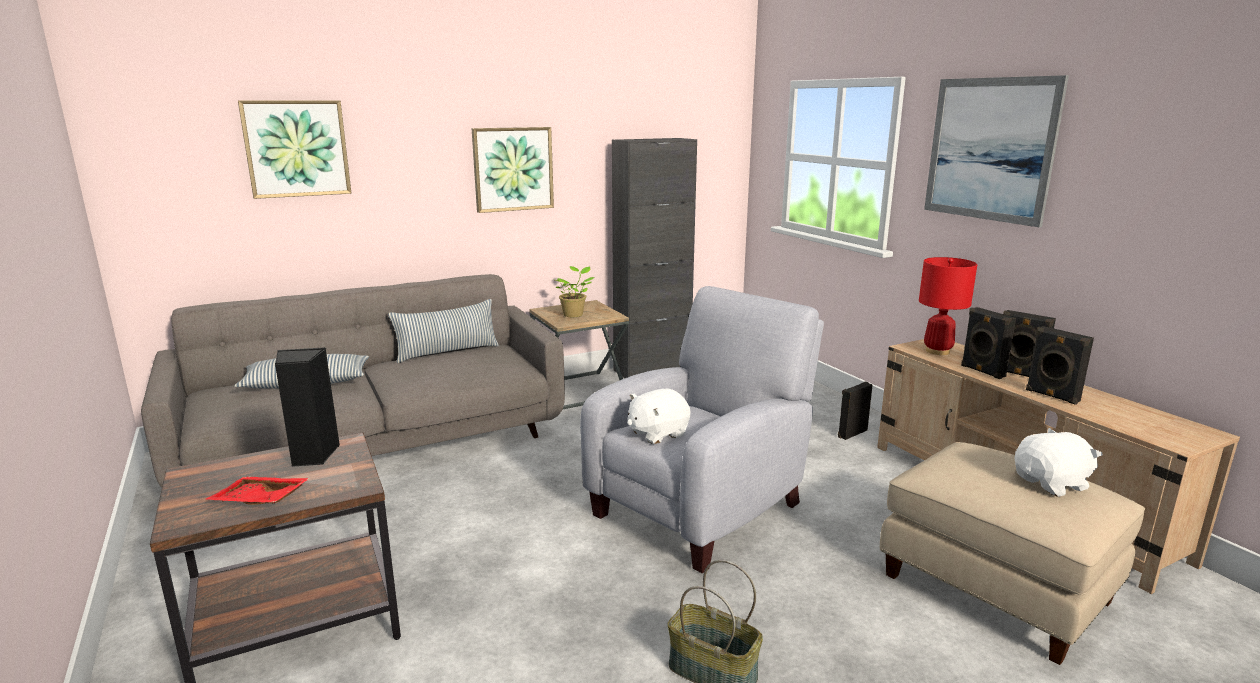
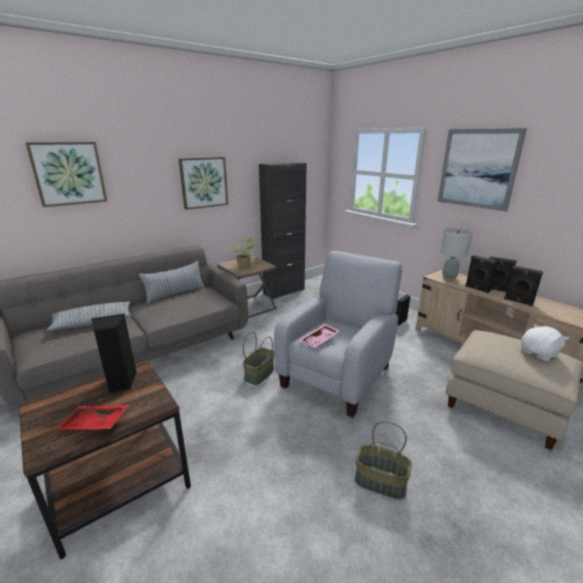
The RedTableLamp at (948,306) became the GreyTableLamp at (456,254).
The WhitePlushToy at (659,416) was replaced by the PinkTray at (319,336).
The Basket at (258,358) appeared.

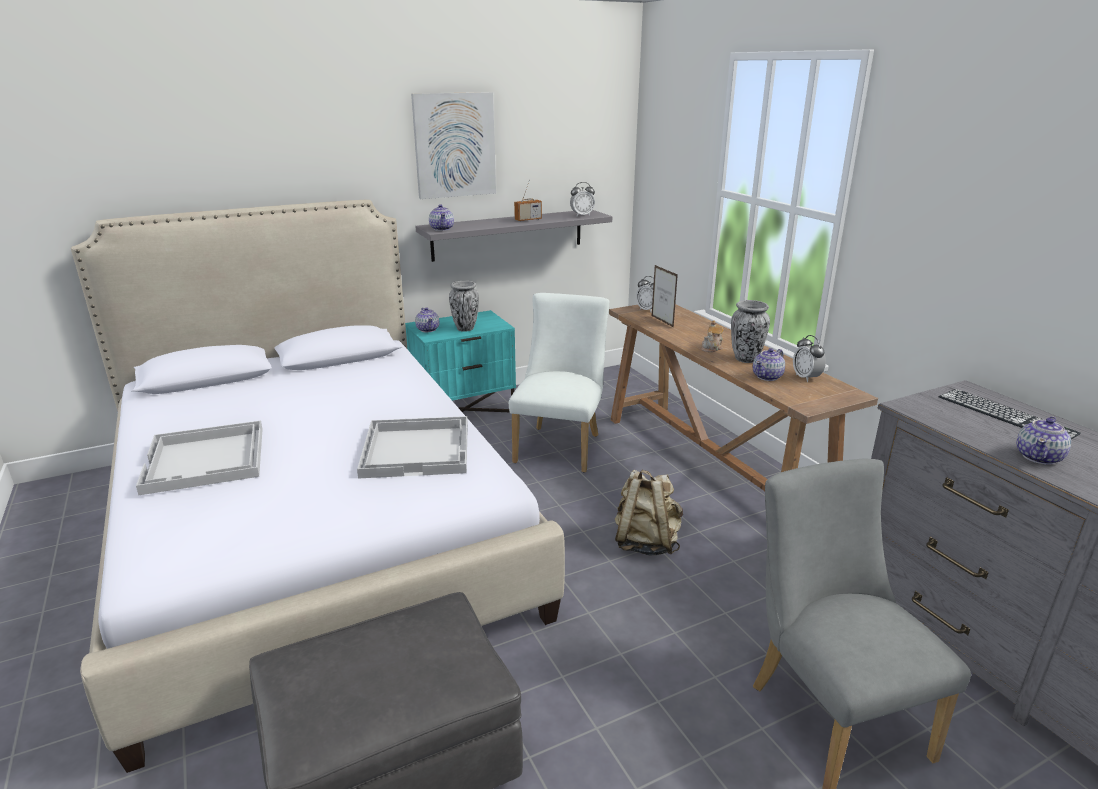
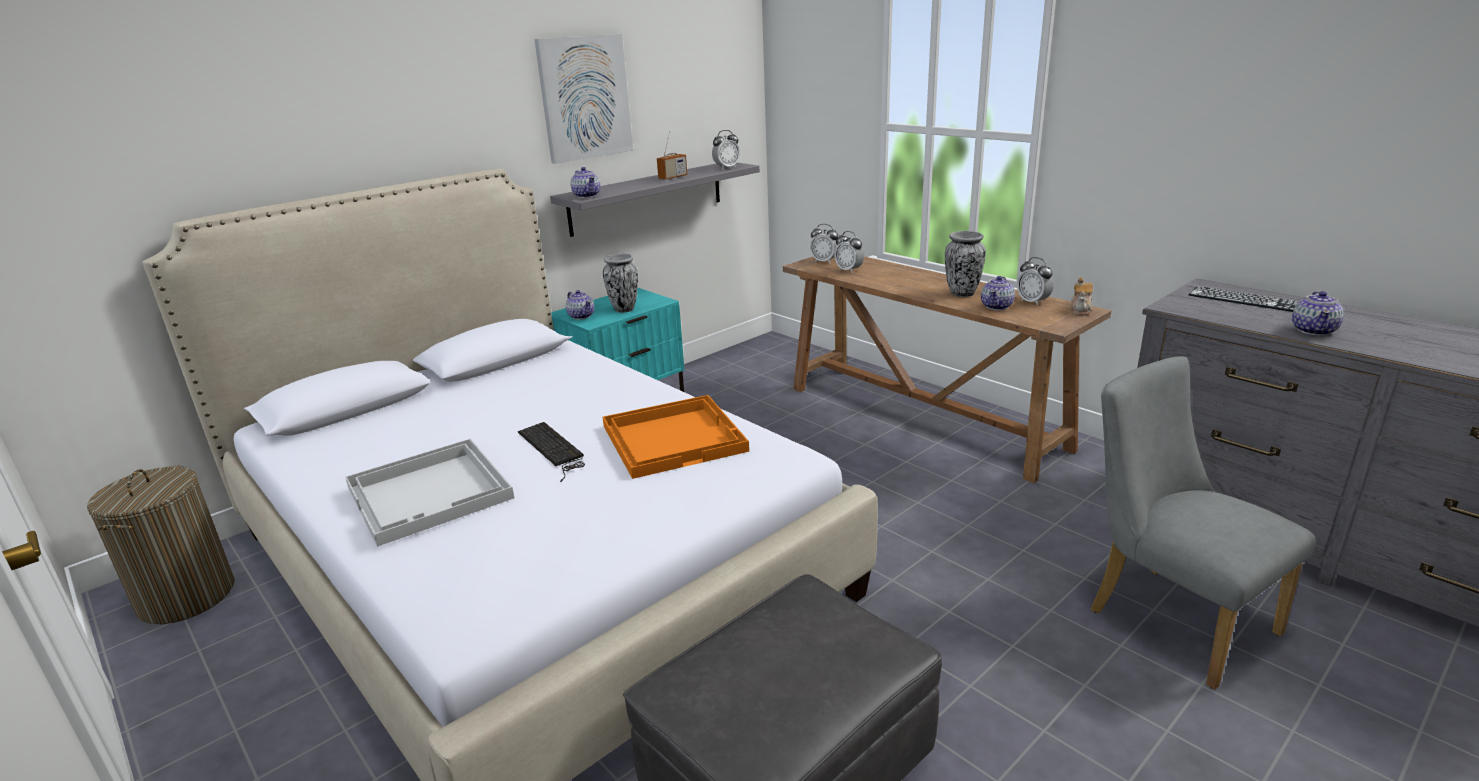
The PictureFrame at (665,296) was replaced by the AlarmClock at (849,252).
The WhiteChair at (559,383) disappeared.
The Teapot moved from (712,336) to (1082,296).
The WhiteTray at (412,447) became the OrangeTray at (676,437).
The BeigeBackpack at (649,512) disappeared.
The Keyboard at (551,452) appeared.
The LaundryBasket at (161,545) appeared.

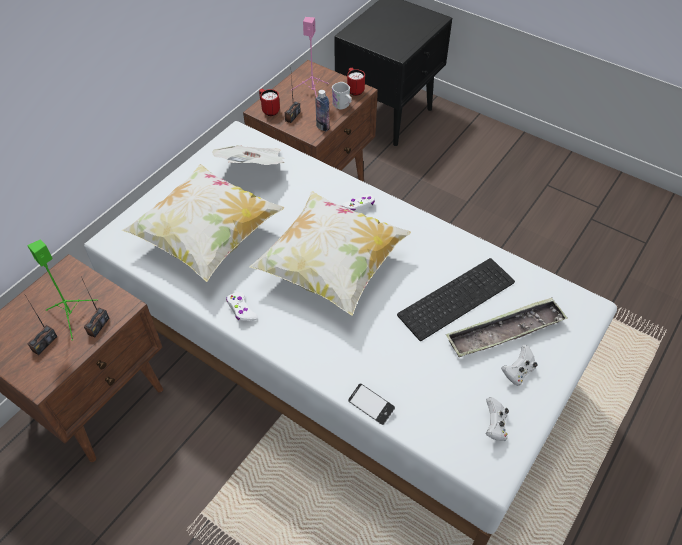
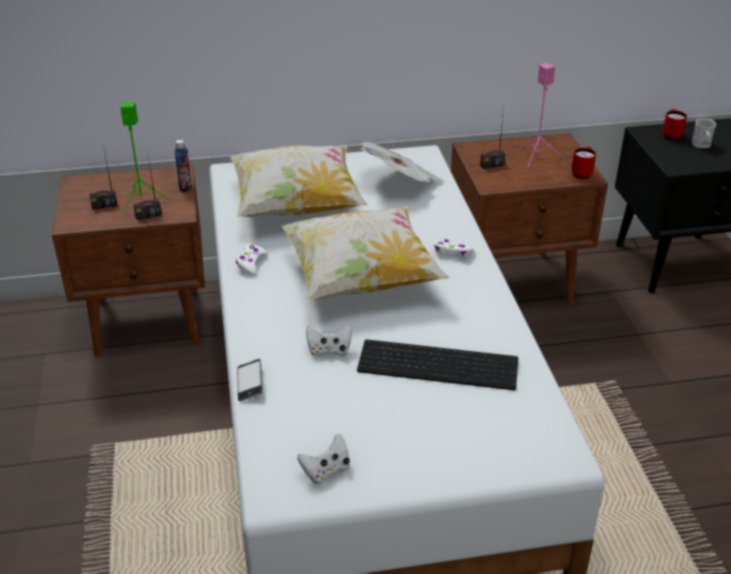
The WhiteMug moved from (342,96) to (704,133).
The RedMug moved from (269,102) to (675,124).
The Bottle moved from (322,110) to (183,166).
The Tray at (507,327) disappeared.
The WhiteGameController moved from (519,365) to (329,341).

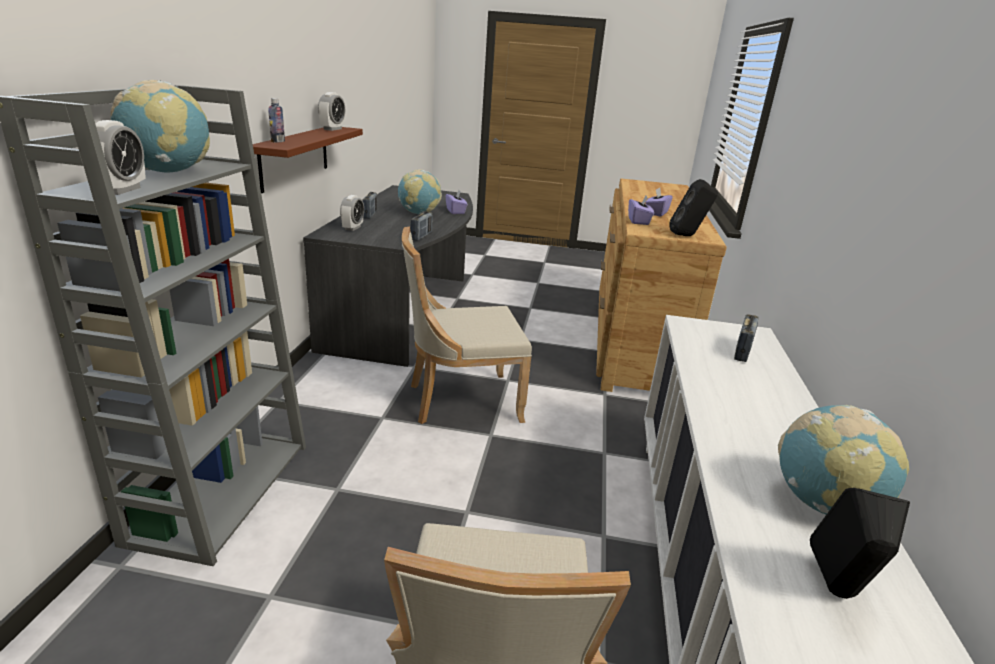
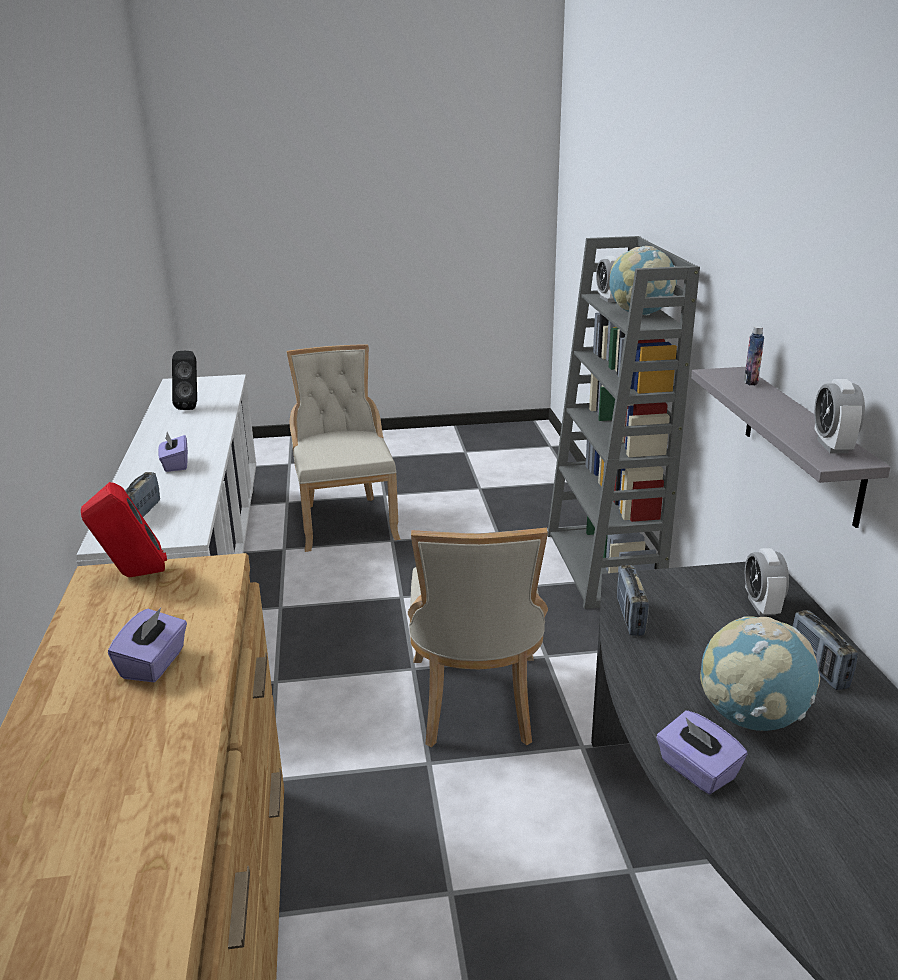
The BrownShelf at (308,160) became the GreyShelf at (791,447).
The BlackSpeaker at (693,207) became the RedSpeaker at (124,529).
The PurpleTissueBox moved from (641,210) to (173,452).
The BeigeChair at (467,325) turned 120 degrees clockwise.
The Globe at (843,460) disappeared.

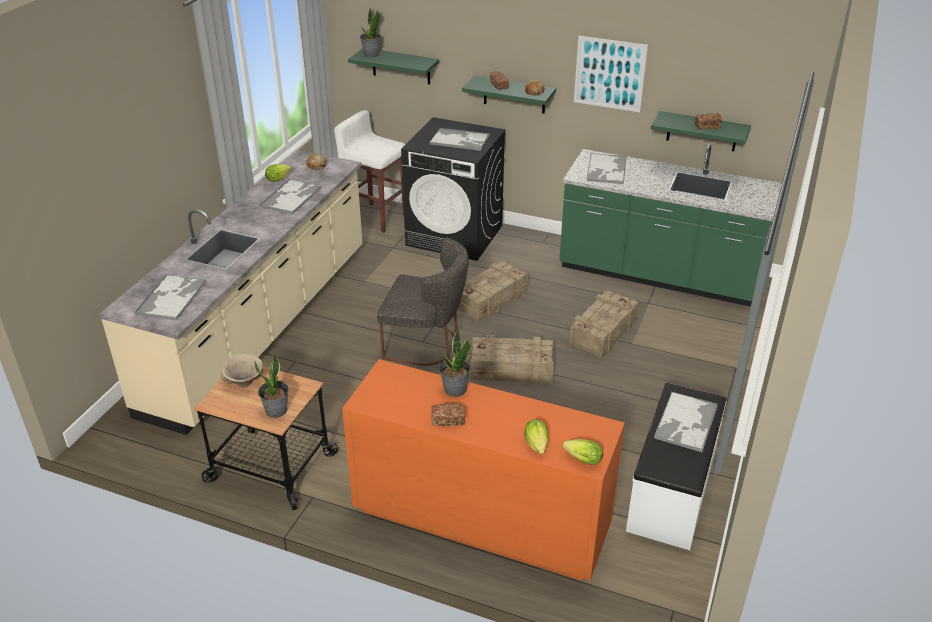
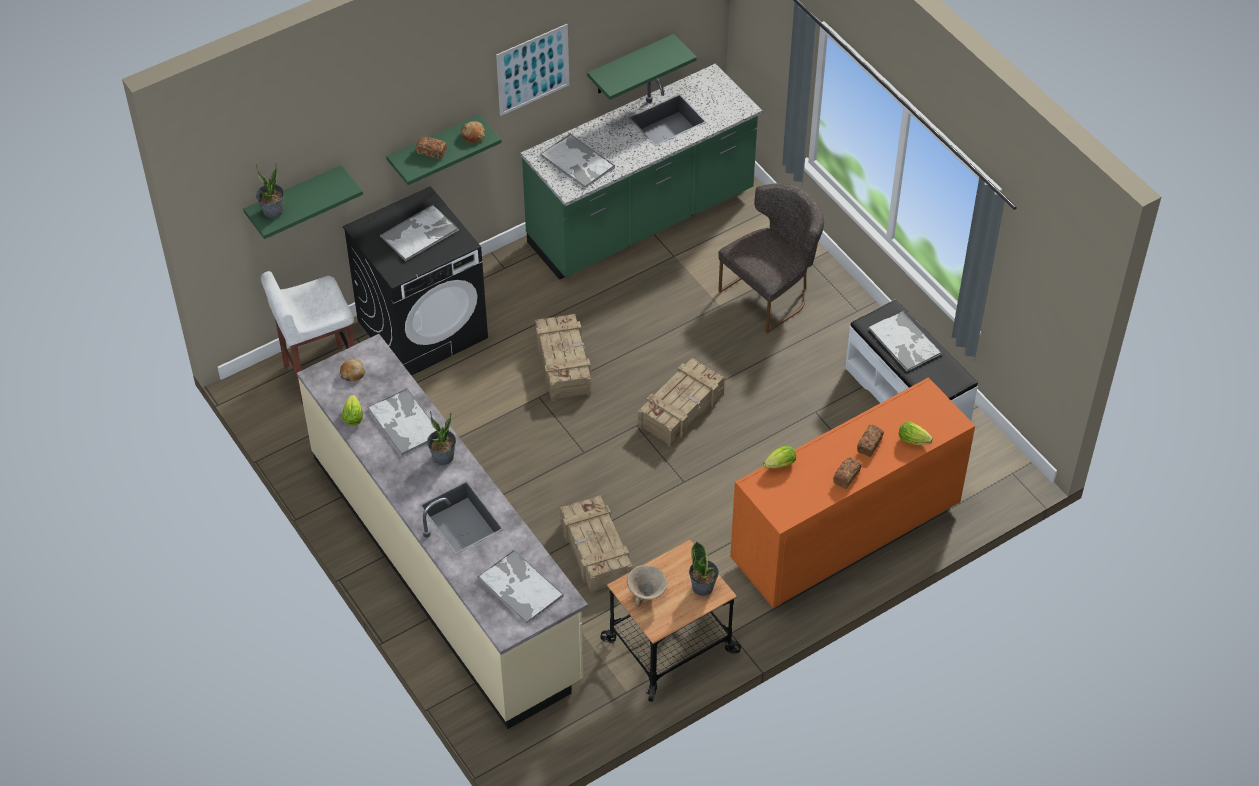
The Bread moved from (708,121) to (870,440).
The GreyChair moved from (422,302) to (771,258).
The Crate moved from (604,324) to (596,544).
The PottedPlant moved from (455,363) to (441,438).
The Lettuce moved from (582,452) to (779,457).

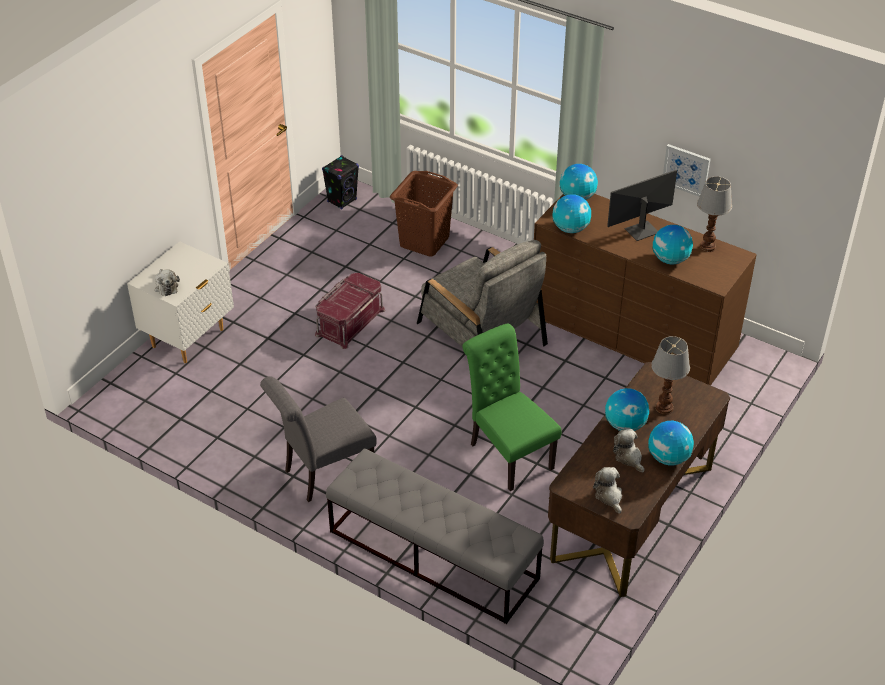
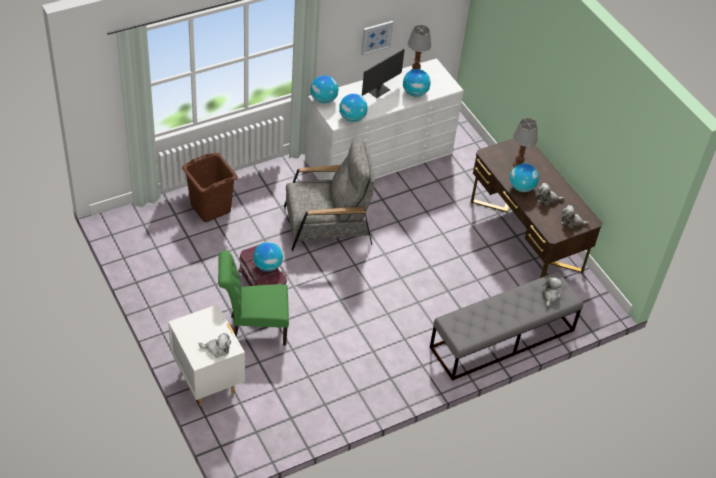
The BlackSpeaker at (340,182) disappeared.
The Monitor at (642,205) turned 135 degrees counterclockwise.
The BrownDresser at (645,290) became the WhiteDresser at (384,119).
The GreenChair moved from (511,407) to (253,298).
The GreyChair at (318,439) disappeared.
The Globe moved from (671,443) to (268,256).
The PlushToy at (552,292) appeared.

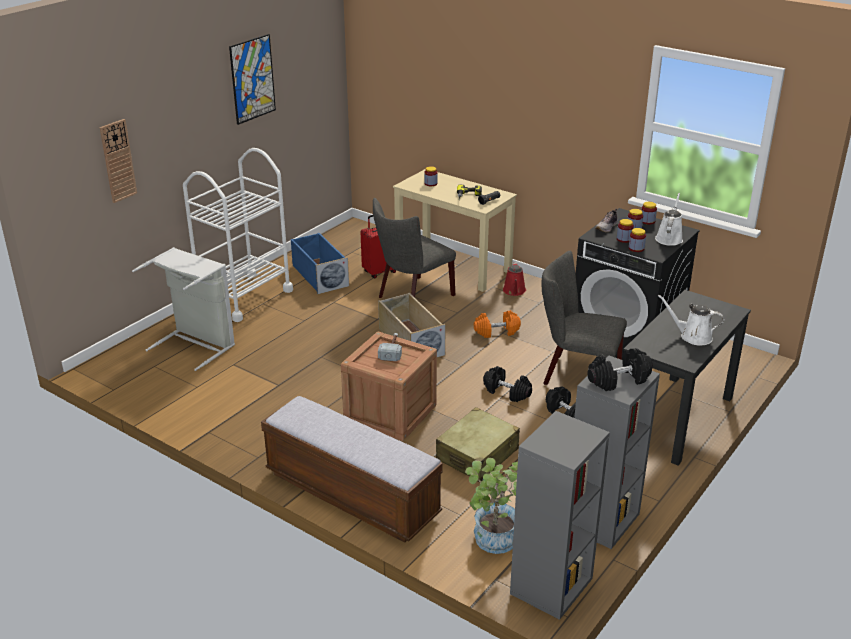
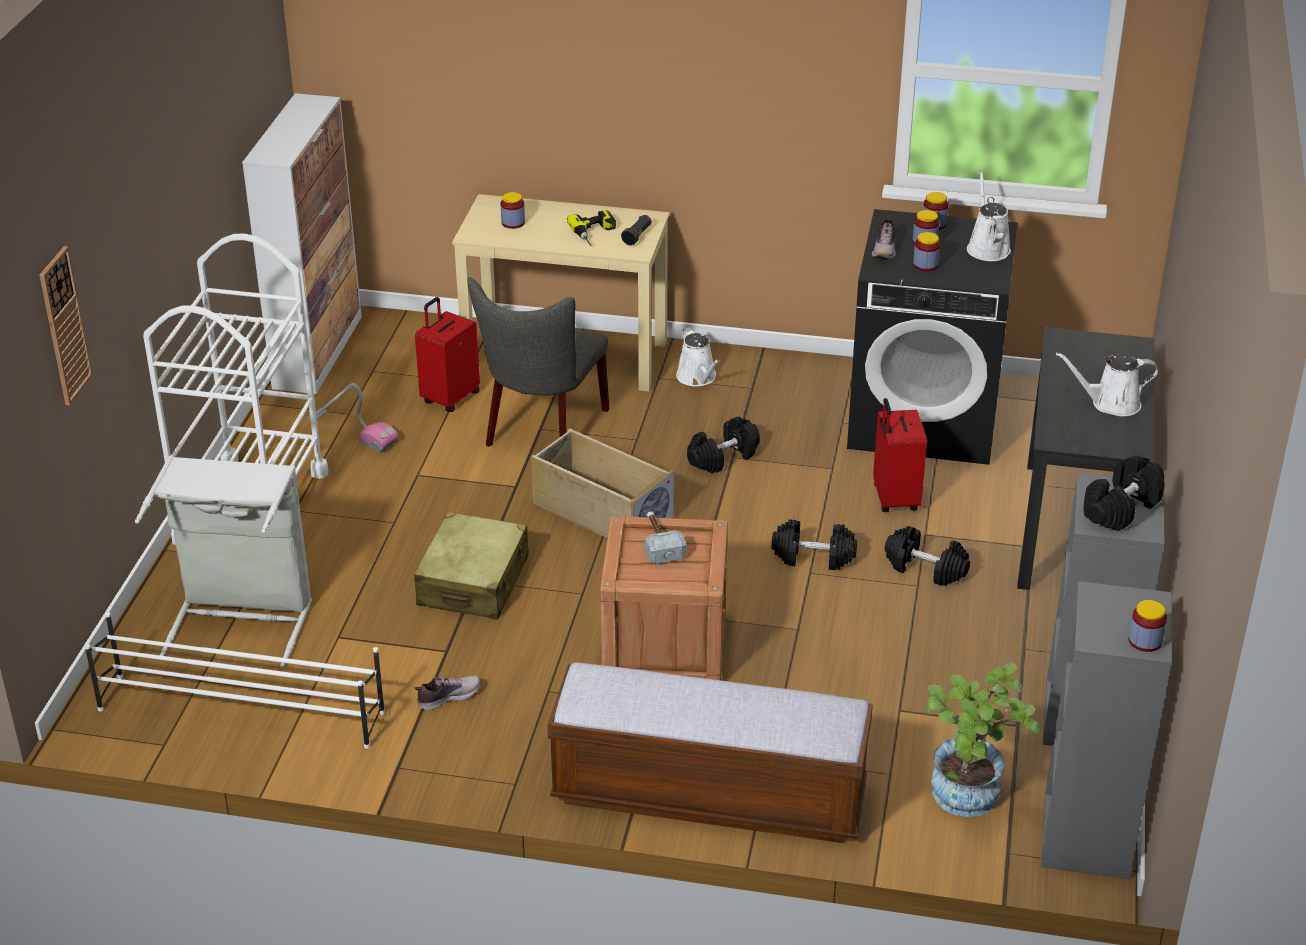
The Picture at (252,79) disappeared.
The Jar moved from (637,240) to (1147,626).
The BlueStorageBox at (320,263) was replaced by the VacuumCleaner at (352,417).
The GreyChair at (584,318) was replaced by the RedSuitcase at (900,455).
The RedWateringCan at (514,279) became the WhiteWateringCan at (698,356).
The OrangeDumbbell at (497,324) became the BlackDumbbell at (723,445).
The BeigeSuitcase moved from (478,444) to (471,566).
The Cabinet at (302,243) appeared.
The WhiteShoeRack at (235,680) appeared.
The Shoe at (447,693) appeared.

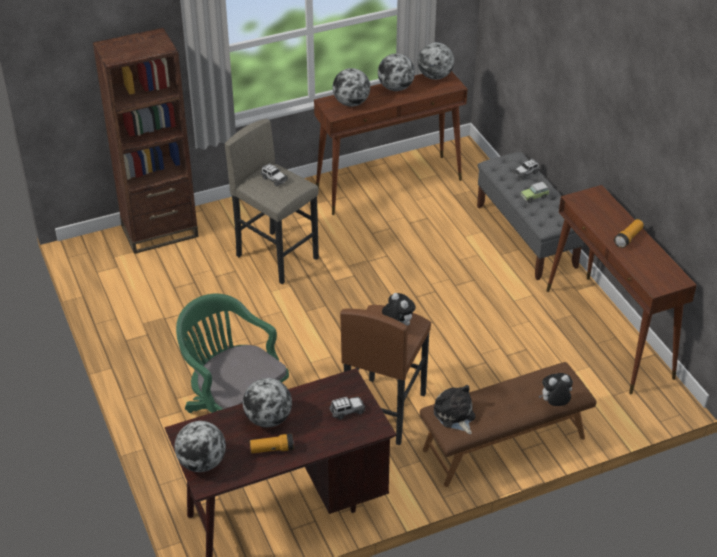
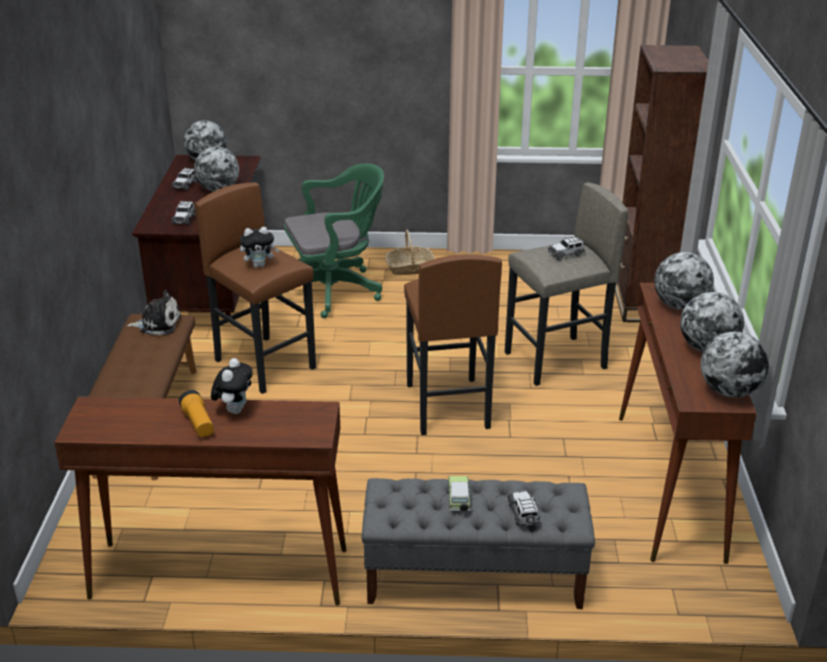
The PlushToy moved from (556,389) to (232,386).
The Flashlight at (272,443) was replaced by the ToyCar at (184,179).
The Basket at (410,252) appeared.
The BrownStool at (453,345) appeared.

